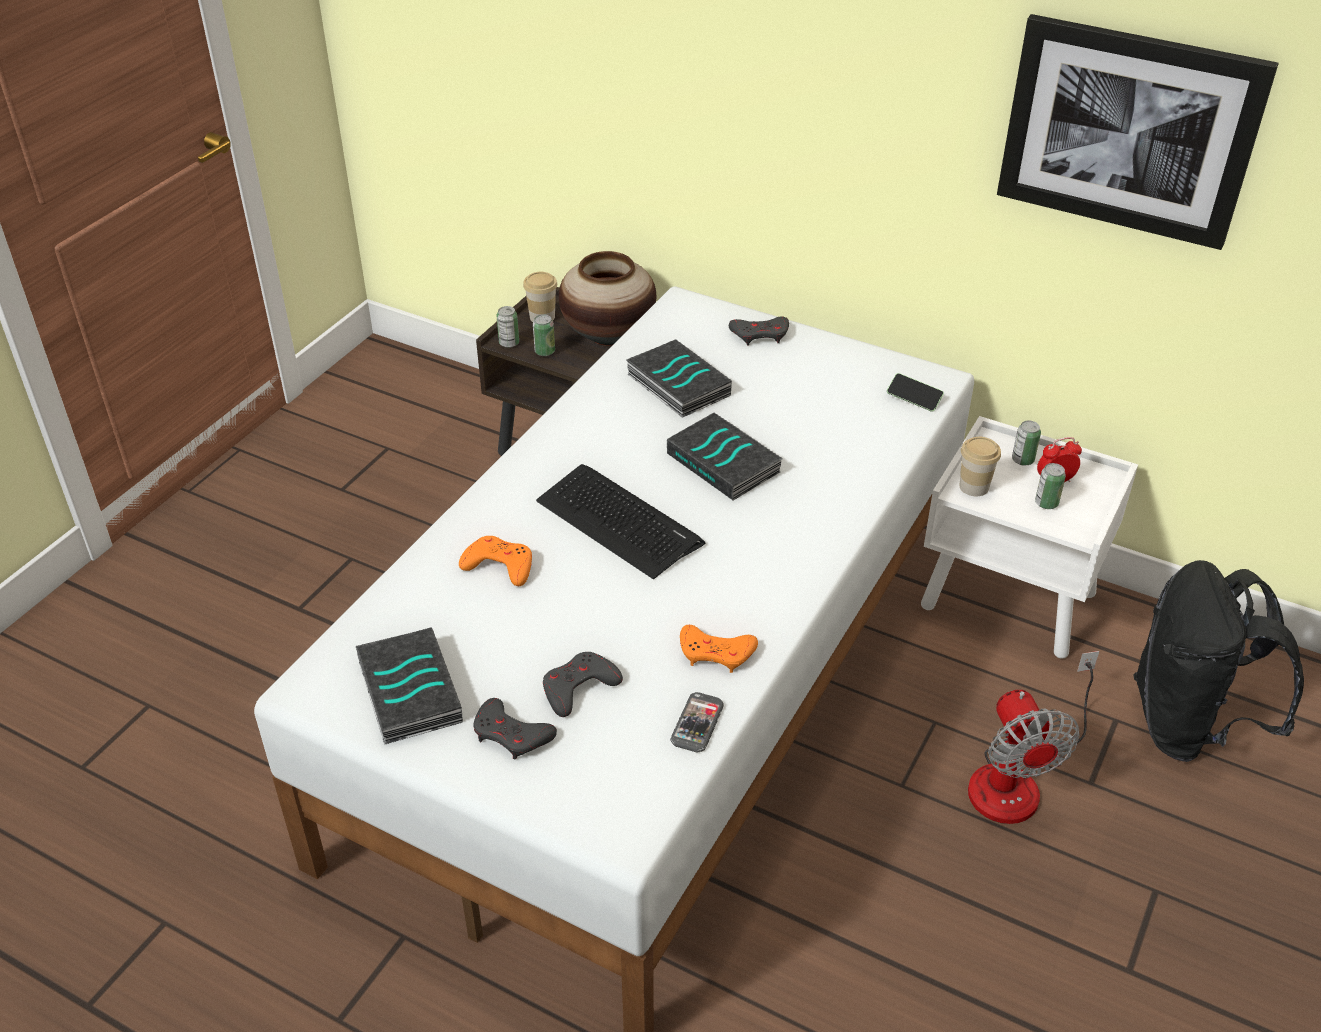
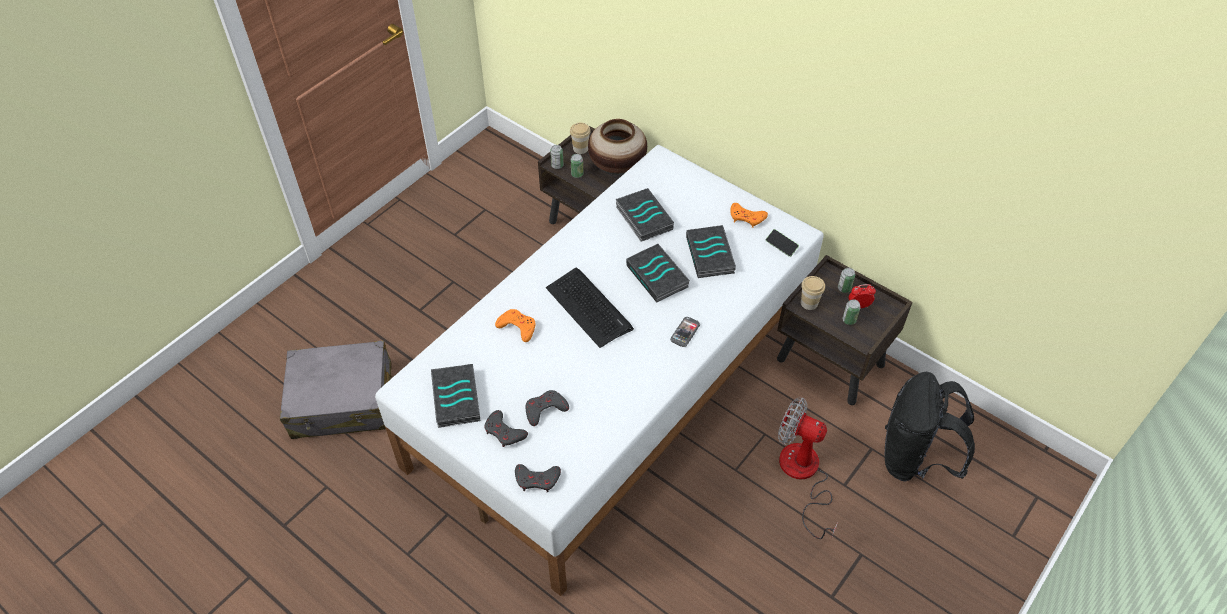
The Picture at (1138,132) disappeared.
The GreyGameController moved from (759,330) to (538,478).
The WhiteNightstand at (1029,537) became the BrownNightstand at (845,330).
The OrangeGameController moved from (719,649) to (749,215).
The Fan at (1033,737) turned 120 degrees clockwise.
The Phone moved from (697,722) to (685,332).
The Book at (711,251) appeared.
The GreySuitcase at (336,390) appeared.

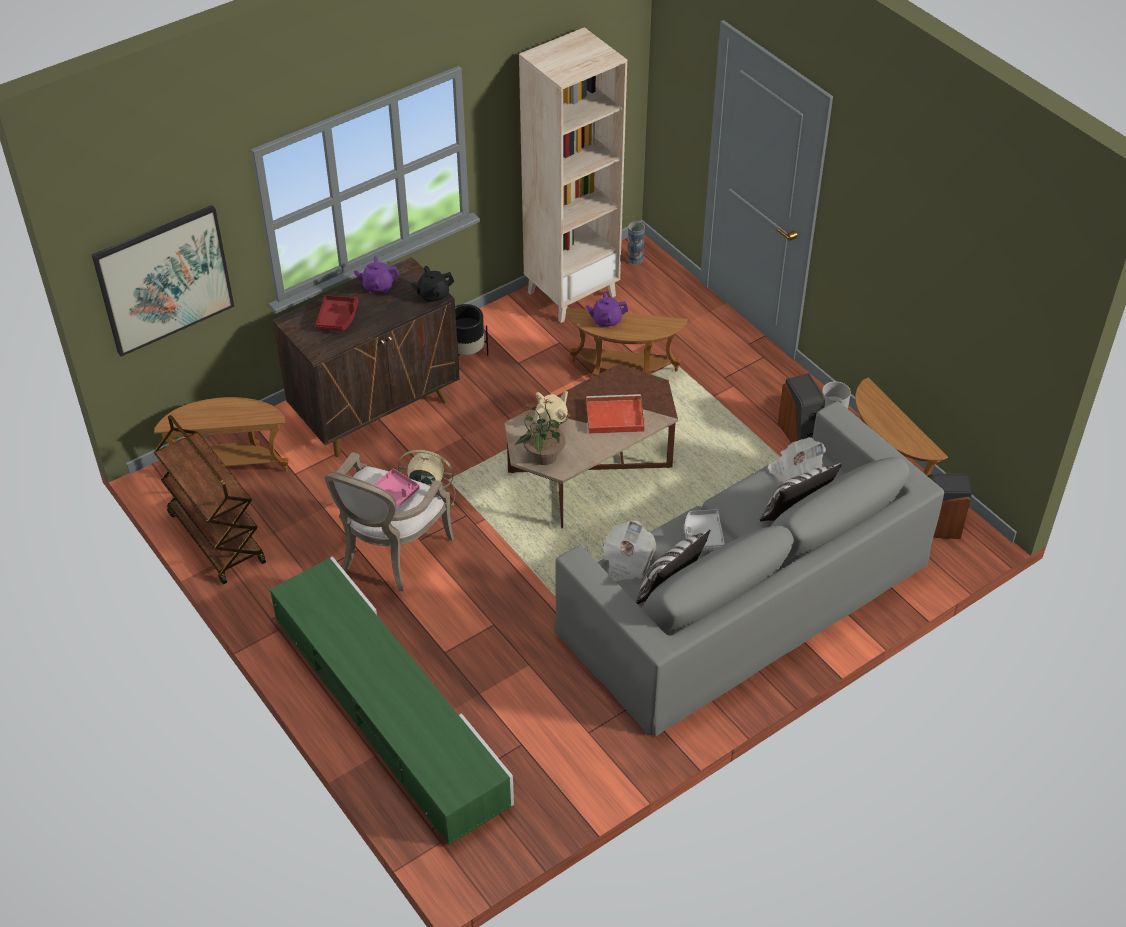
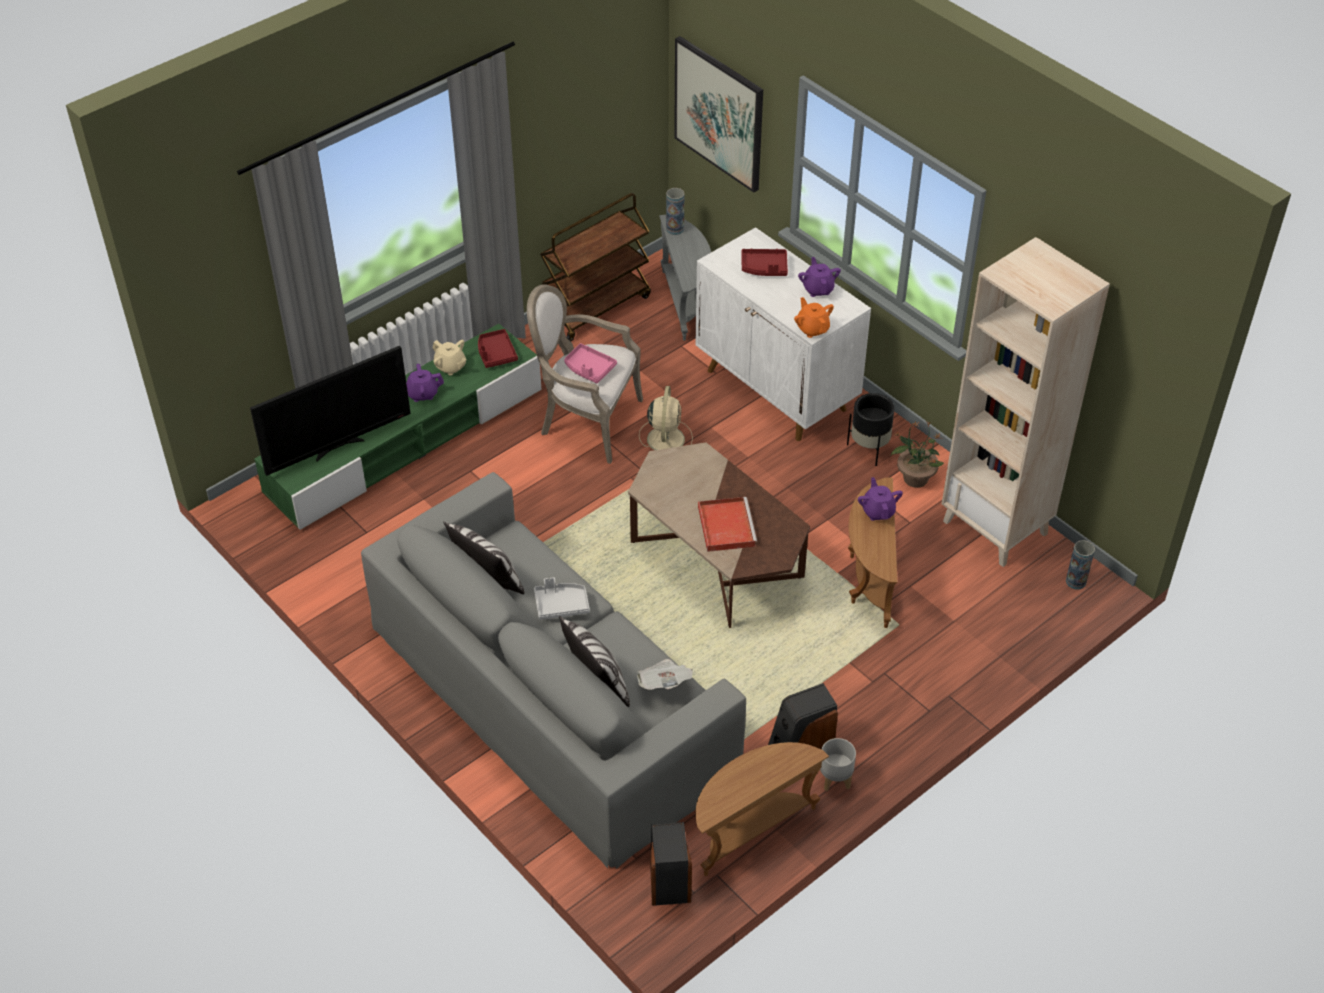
The BrownCabinet at (366,357) became the WhiteCabinet at (783,334).
The BlackTeapot at (432,284) became the OrangeTeapot at (814,317).
The BeigeTeapot moved from (551,408) to (450,358).
The BrownSideTable at (221,434) became the GreySideTable at (685,278).
The PottedPlant moved from (543,432) to (917,454).
The Newspaper at (629,550) disappeared.
The Vase at (675,211) appeared.
The RedTray at (498,348) appeared.
The Television at (330,411) appeared.
The PurpleTeapot at (425,383) appeared.

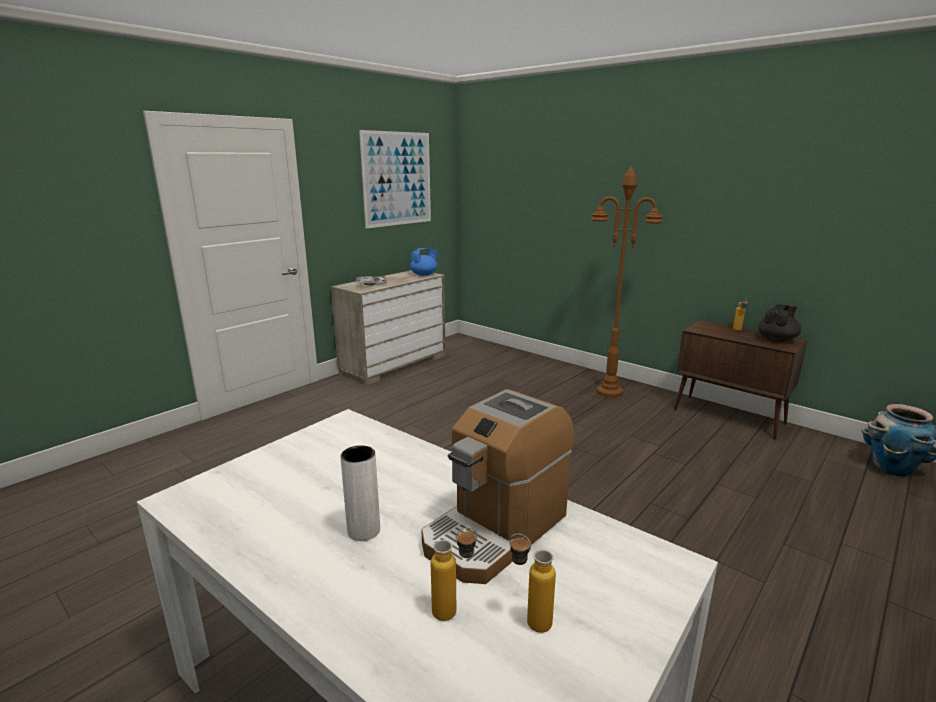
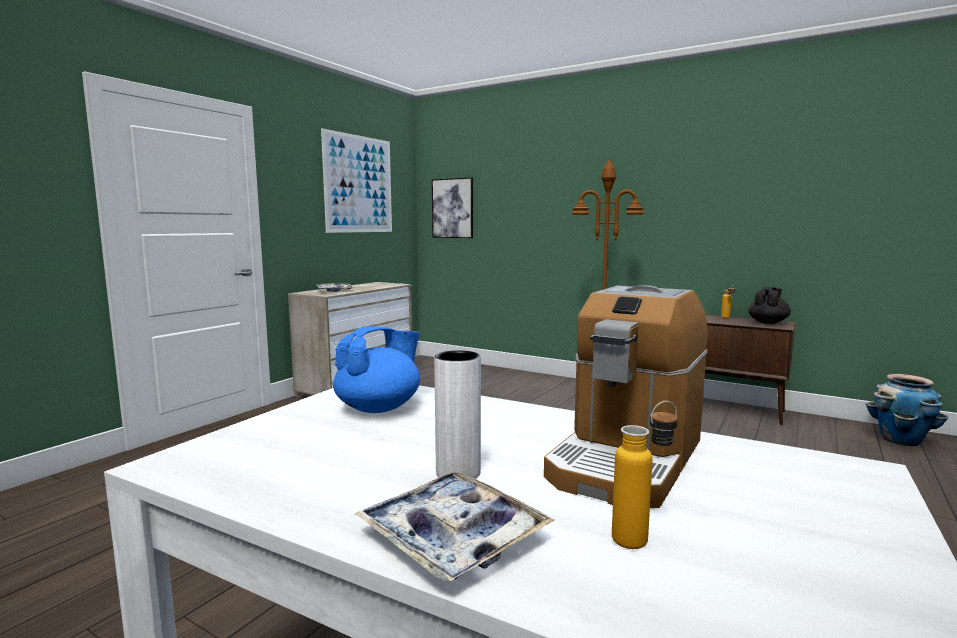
The BlueTeapot moved from (424,262) to (376,369).
The Bottle at (532,583) disappeared.
The Picture at (452,207) appeared.
The Tray at (455,526) appeared.

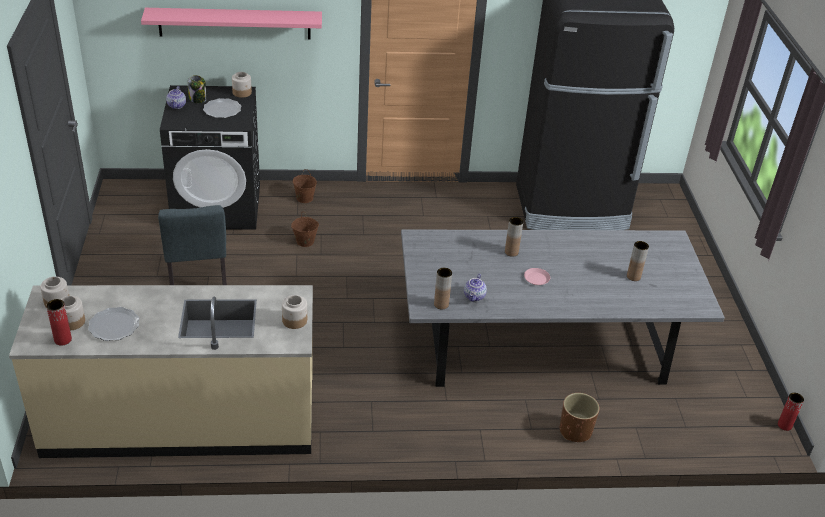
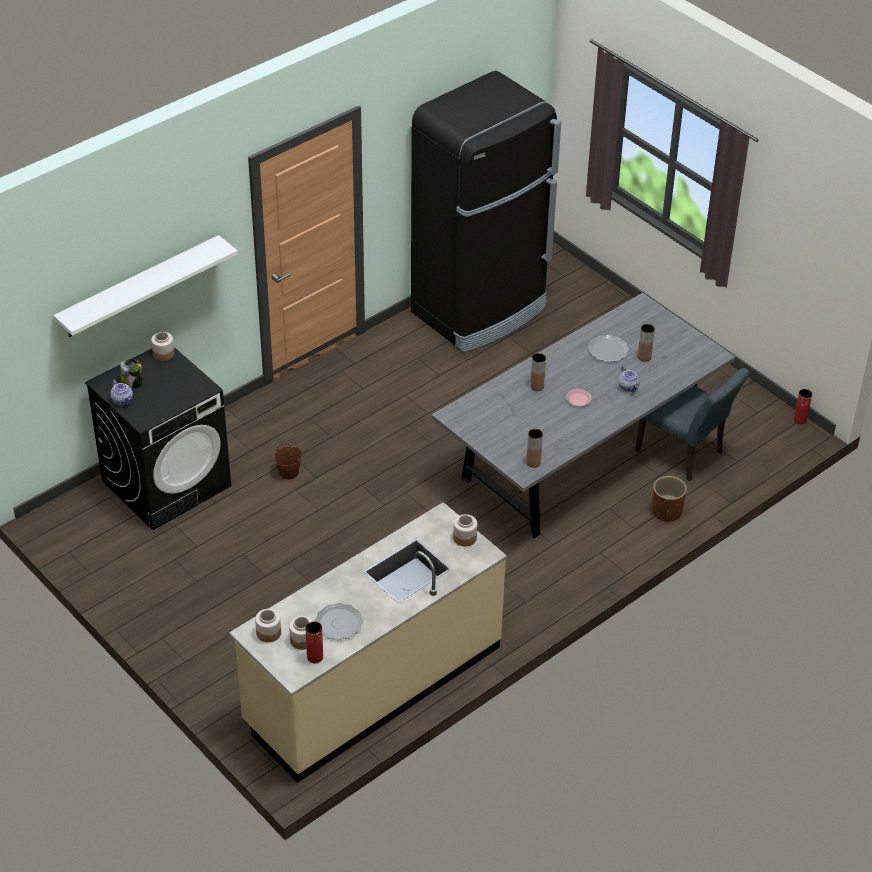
The PinkShelf at (231,24) became the WhiteShelf at (145,286).
The Plate moved from (222,108) to (608,348).
The BrownBucket at (305,186) disappeared.
The GreyChair moved from (192,245) to (692,424).
The Teapot moved from (475,288) to (629,379).

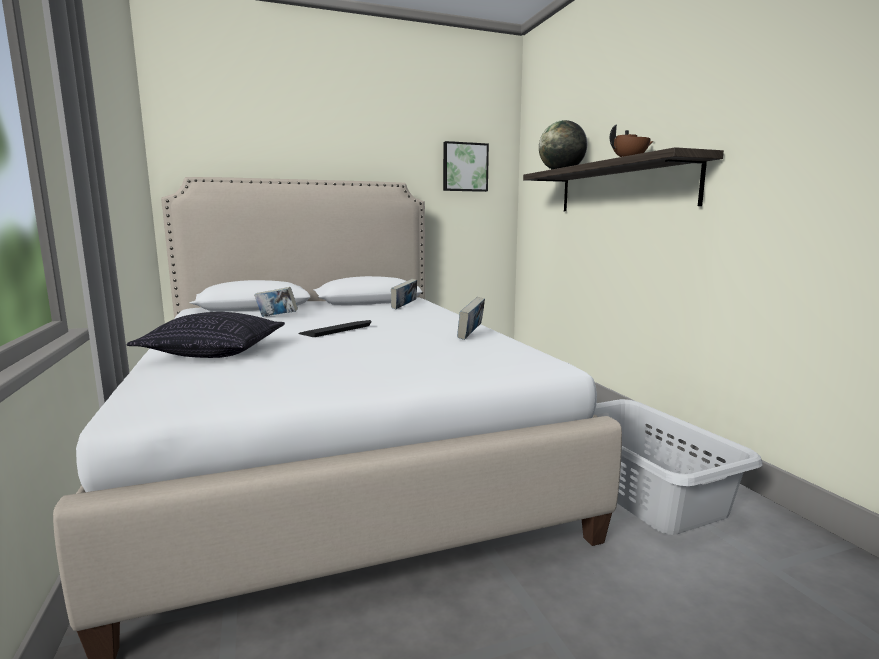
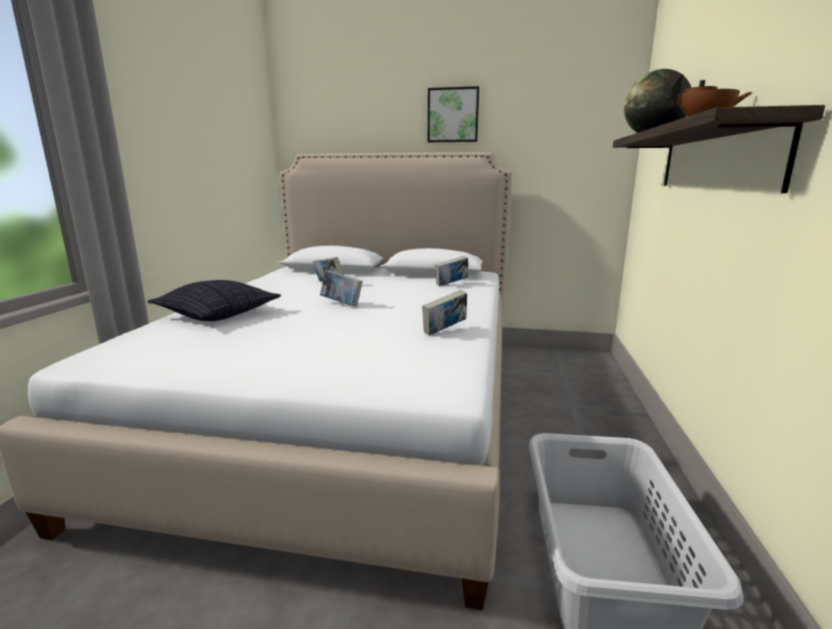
The Picture moved from (466,166) to (453,114).
The Keyboard at (335,328) was replaced by the Book at (341,288).

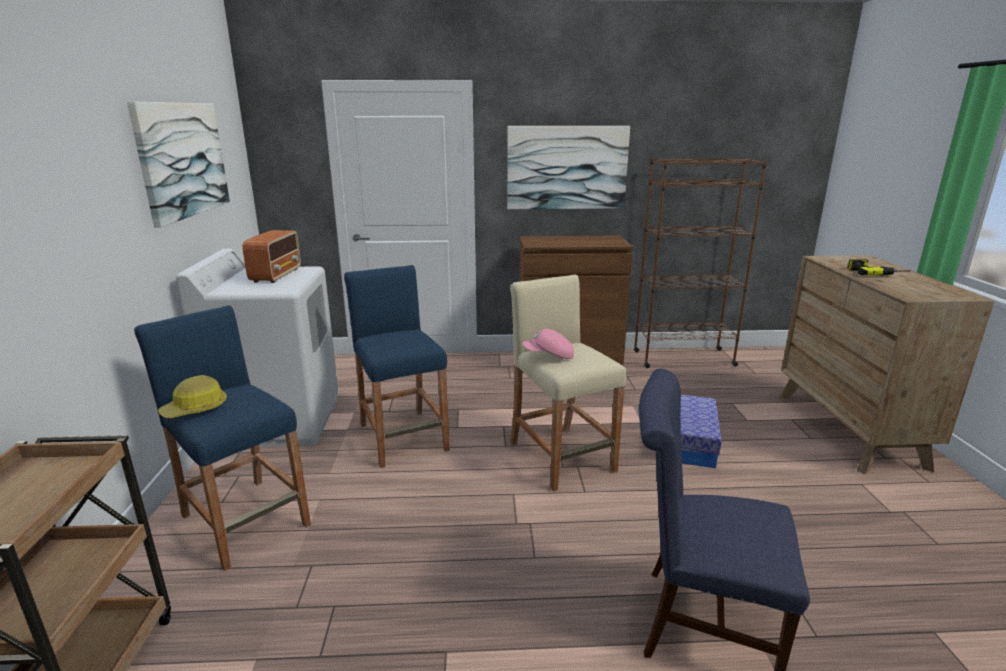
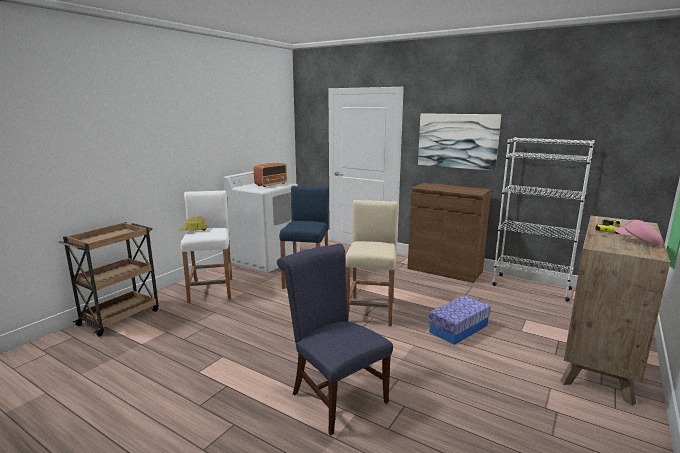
The Picture at (178,164) disappeared.
The BrownBookcase at (700,263) became the WhiteBookcase at (543,219).
The BlueStool at (222,438) became the WhiteStool at (206,246).
The PinkCap moved from (548,344) to (637,232).

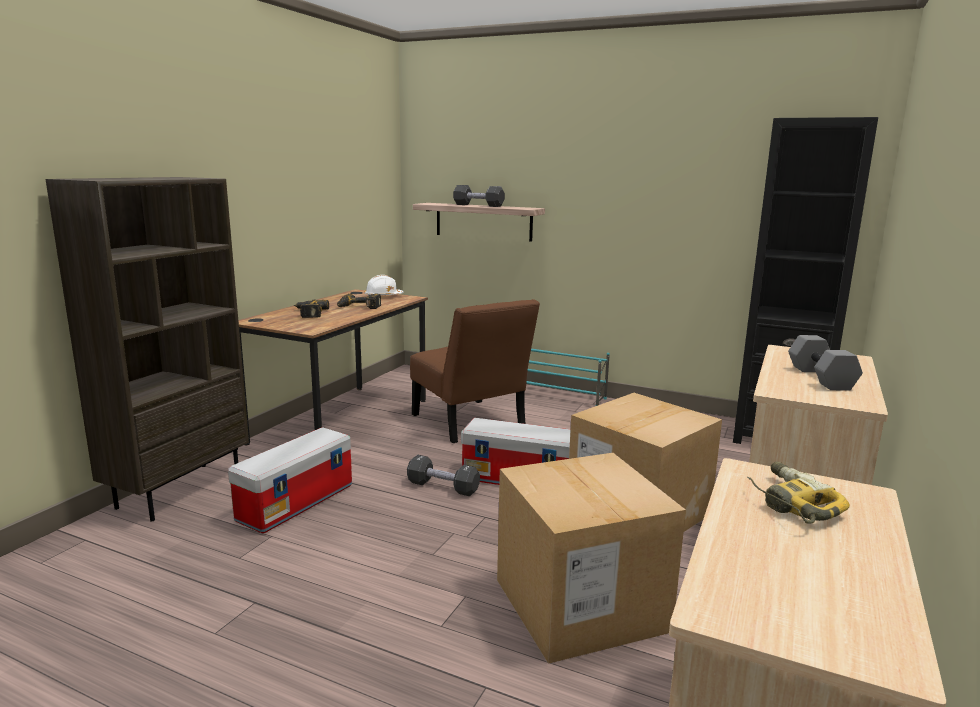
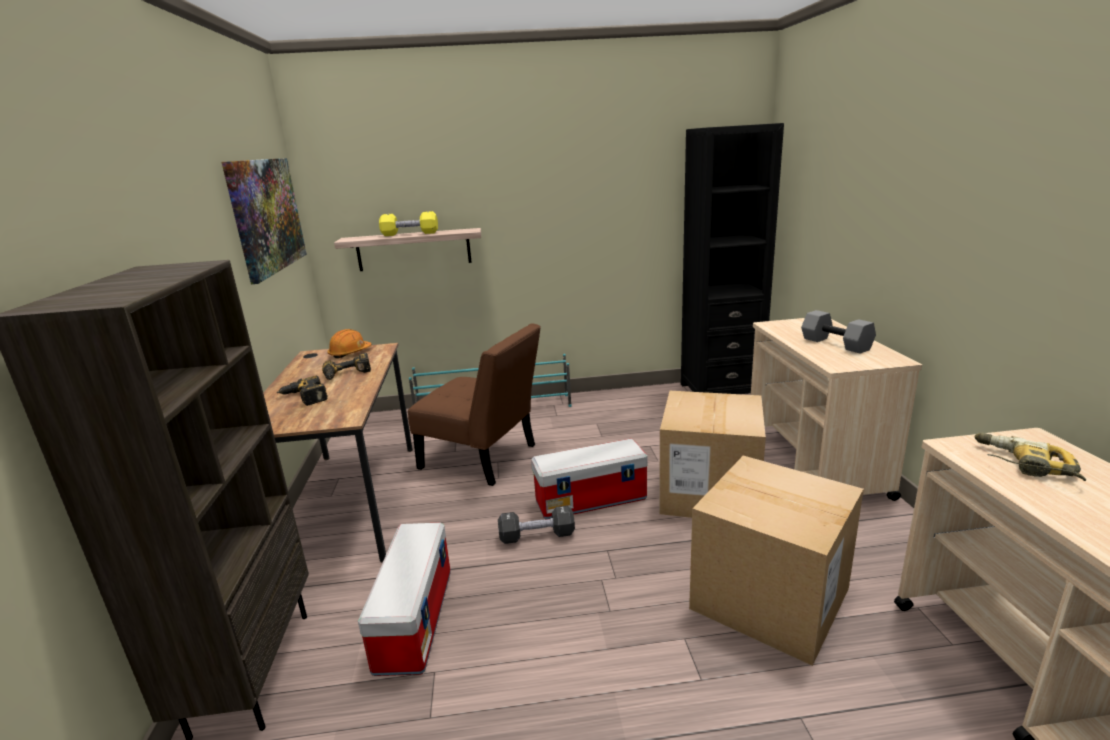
The BlackDumbbell at (479,196) became the YellowDumbbell at (408,223).
The WhiteHardHat at (384,285) became the OrangeHardHat at (349,343).
The Picture at (264,221) appeared.

